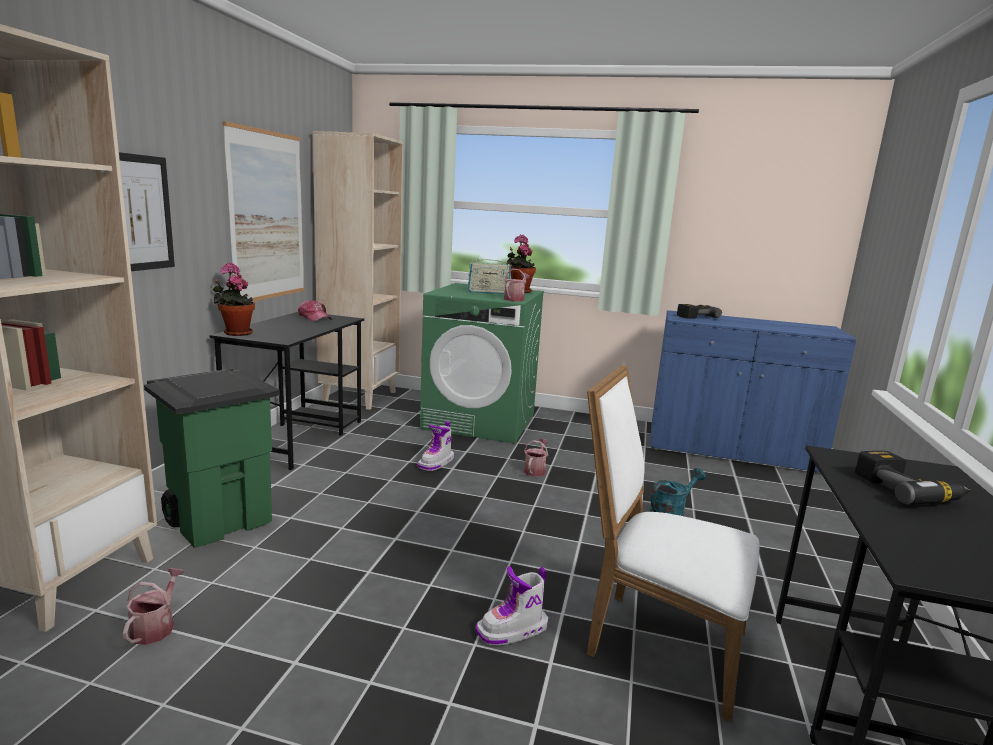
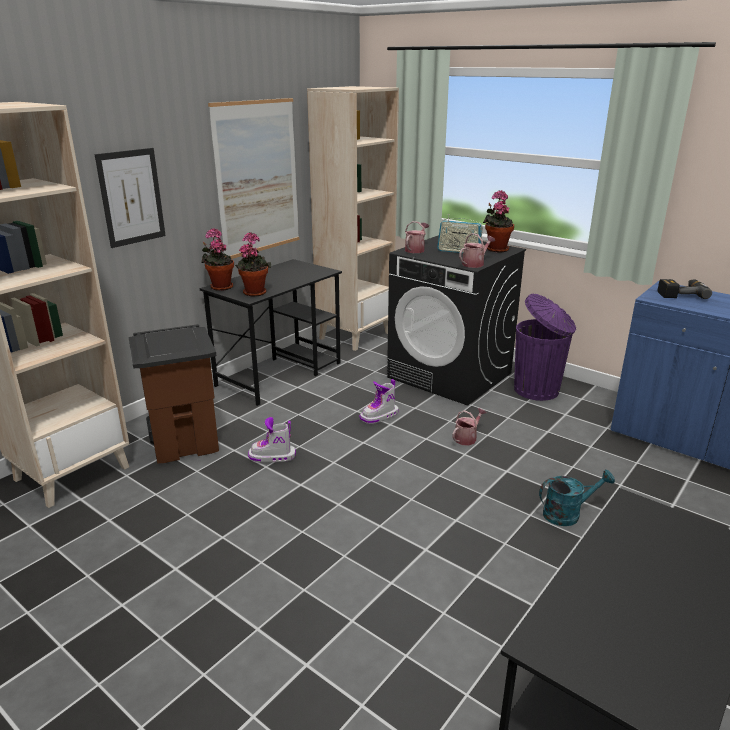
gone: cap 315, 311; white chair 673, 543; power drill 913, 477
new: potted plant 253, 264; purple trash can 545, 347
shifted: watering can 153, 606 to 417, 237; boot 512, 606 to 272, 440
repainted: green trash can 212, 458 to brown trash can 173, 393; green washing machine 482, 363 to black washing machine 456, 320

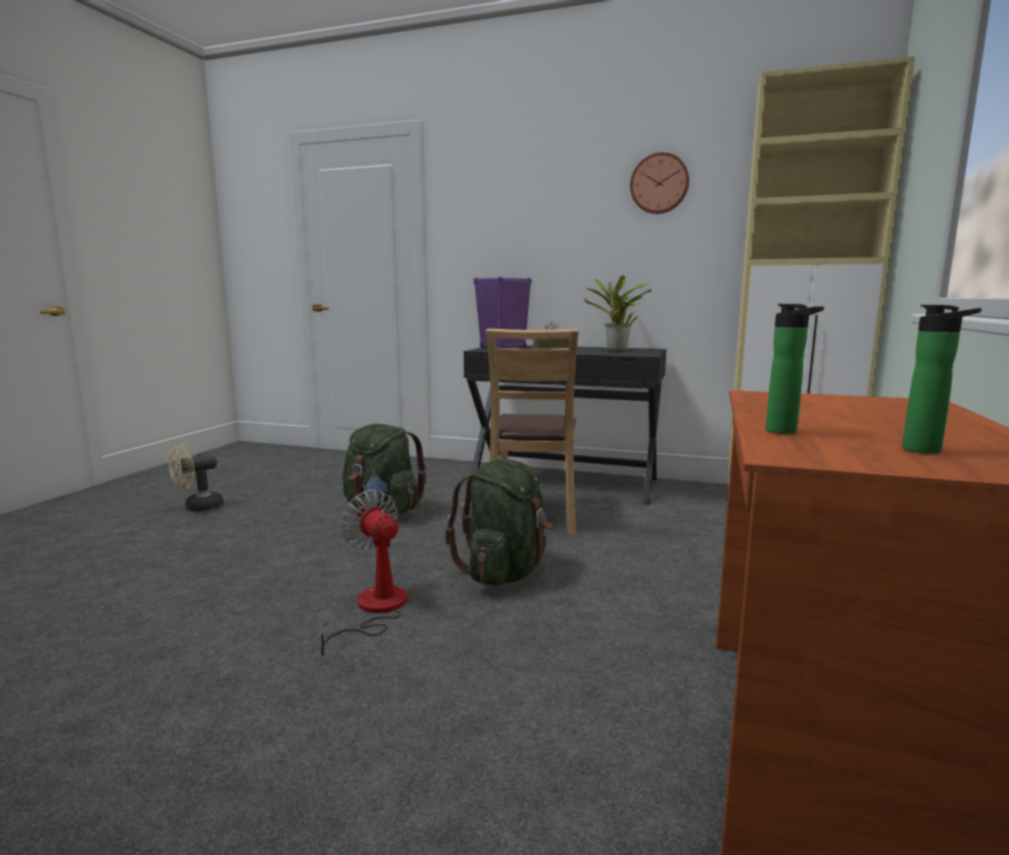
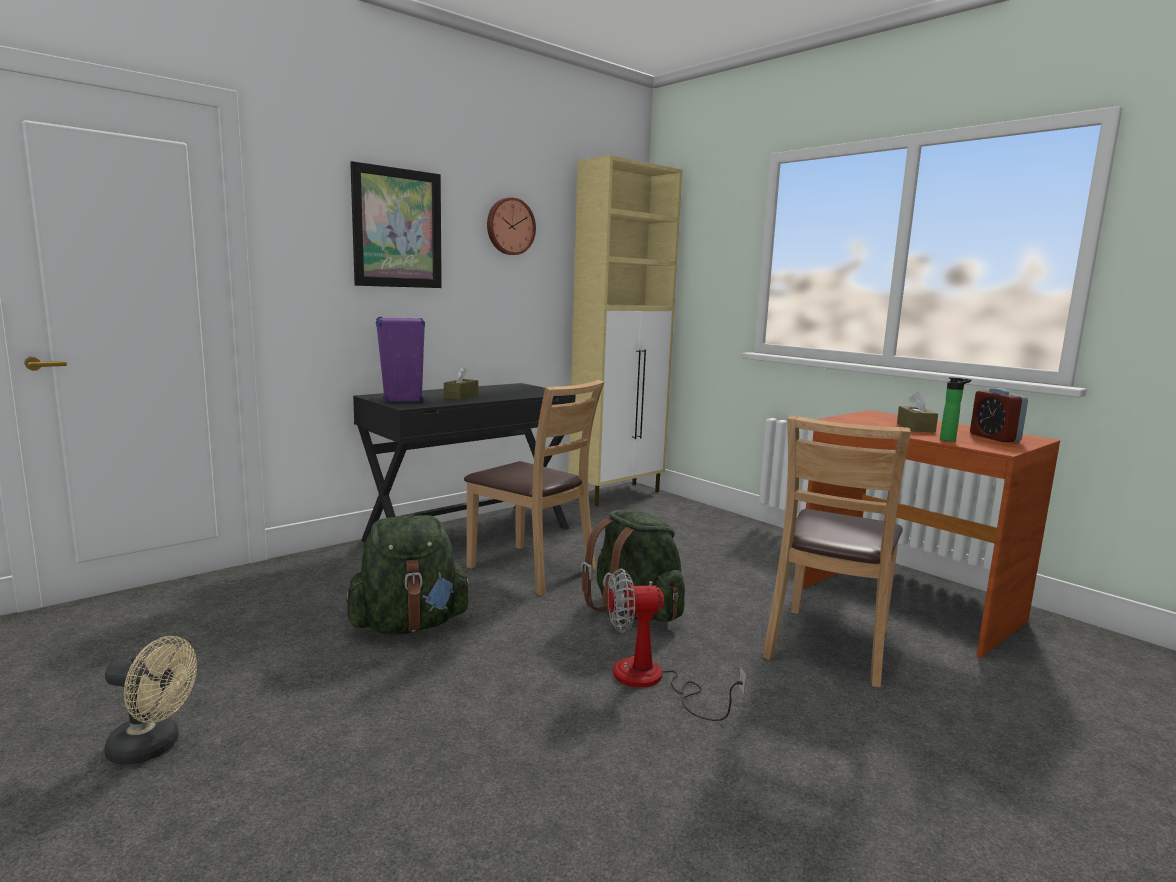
gone: potted plant 617, 313
new: picture 396, 224; brown chair 837, 551; brown tissue box 917, 412
swapped: bottle 942, 379 to alarm clock 999, 415
rotated: beige fan 196, 477 = 150, 700 75 degrees counterclockwise

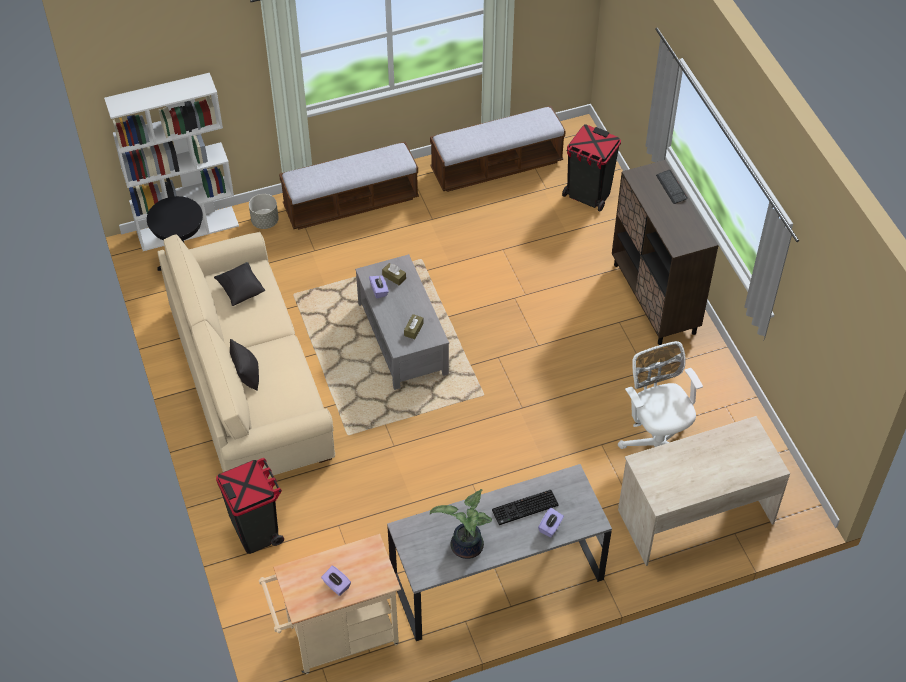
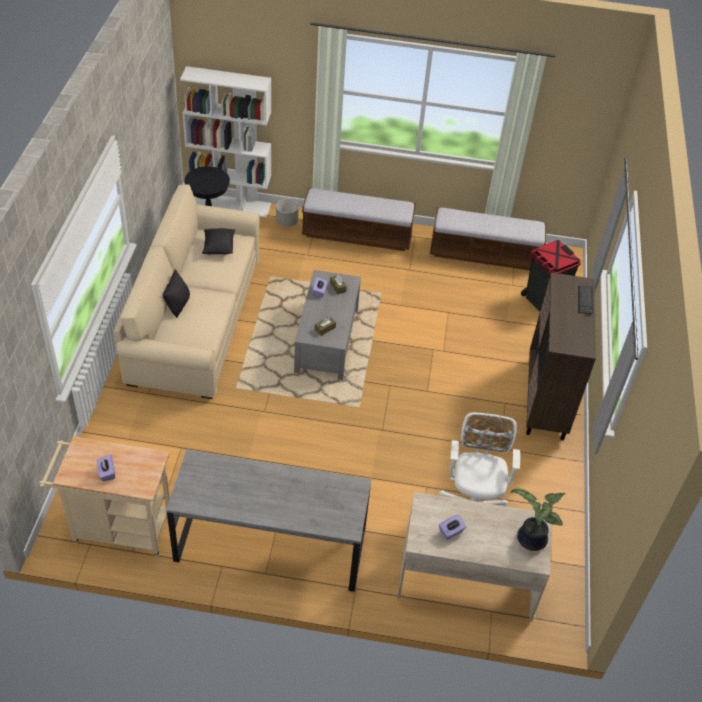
gone: black trash can 250, 506; keyboard 525, 507
shifted: potted plant 461, 524 to 537, 520; purple tissue box 551, 522 to 452, 527

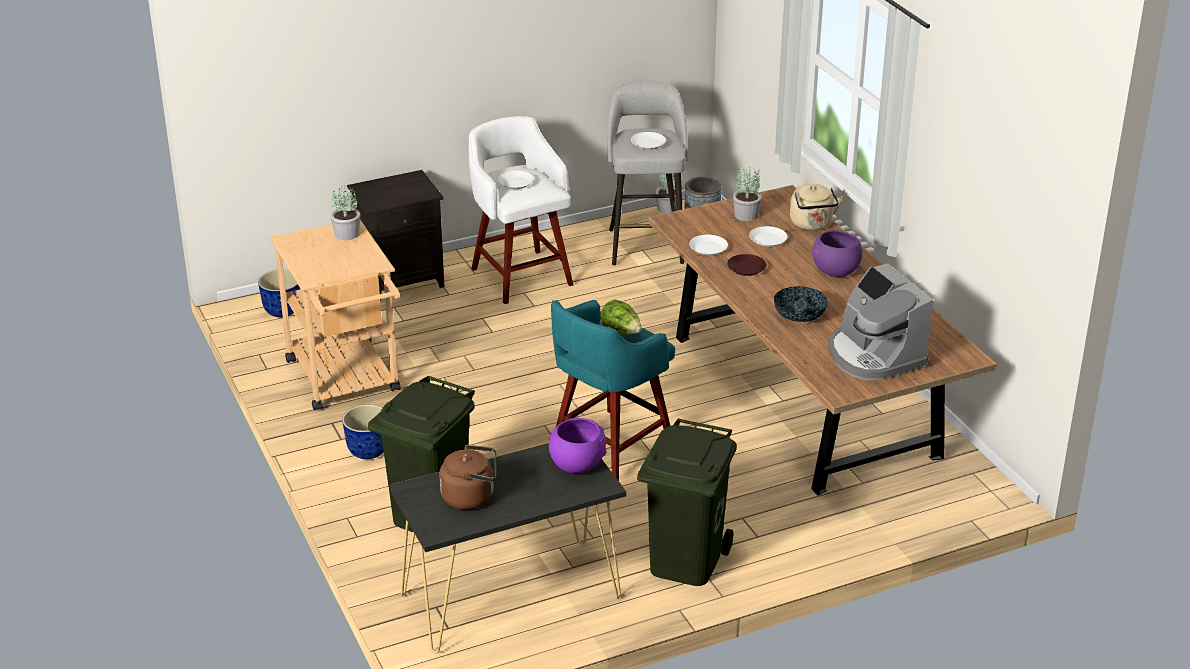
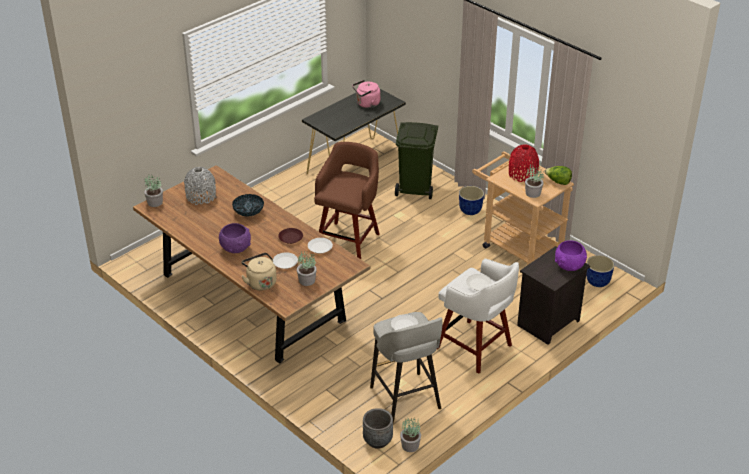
gone: green trash can 687, 502
new: potted plant 153, 190; red vase 524, 163
shifted: purple bowl 578, 445 to 571, 255; lettuce 621, 317 to 558, 175
swapped: coffee machine 880, 322 to grey vase 200, 186
repainted: brown kettle 468, 477 to pink kettle 366, 94; turquoise stool 613, 390 to brown stool 347, 200

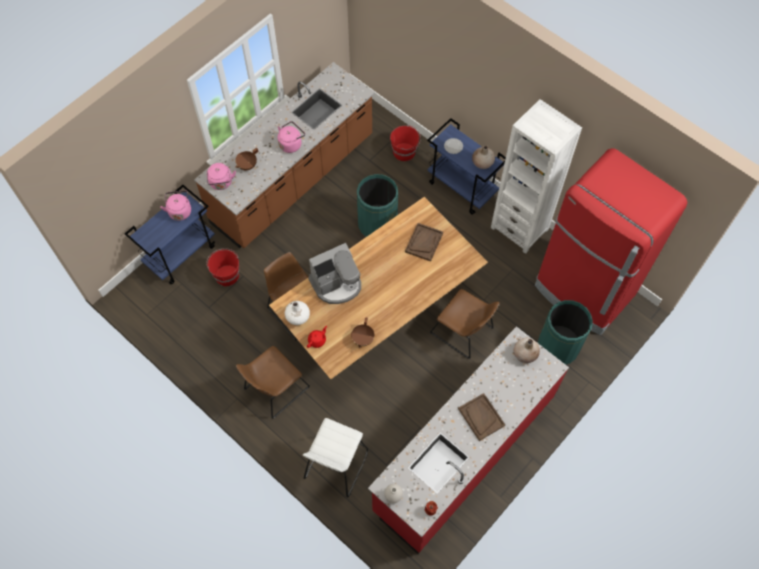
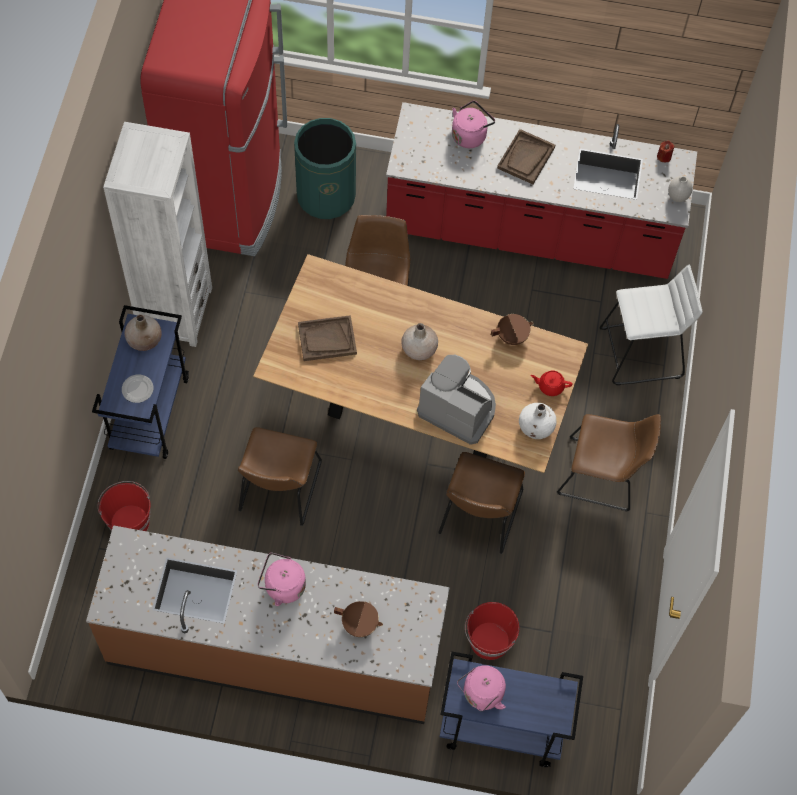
shifted: pink kettle 221, 176 to 473, 124; beige vase 527, 350 to 419, 341
swapped: green trash can 377, 205 to brown chair 280, 476

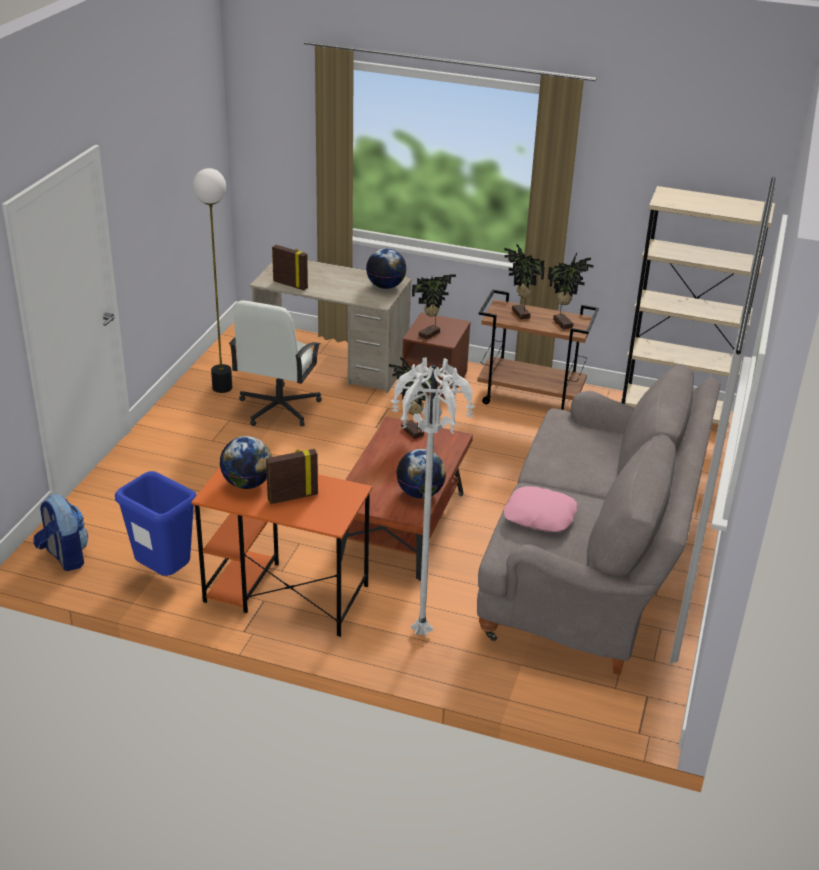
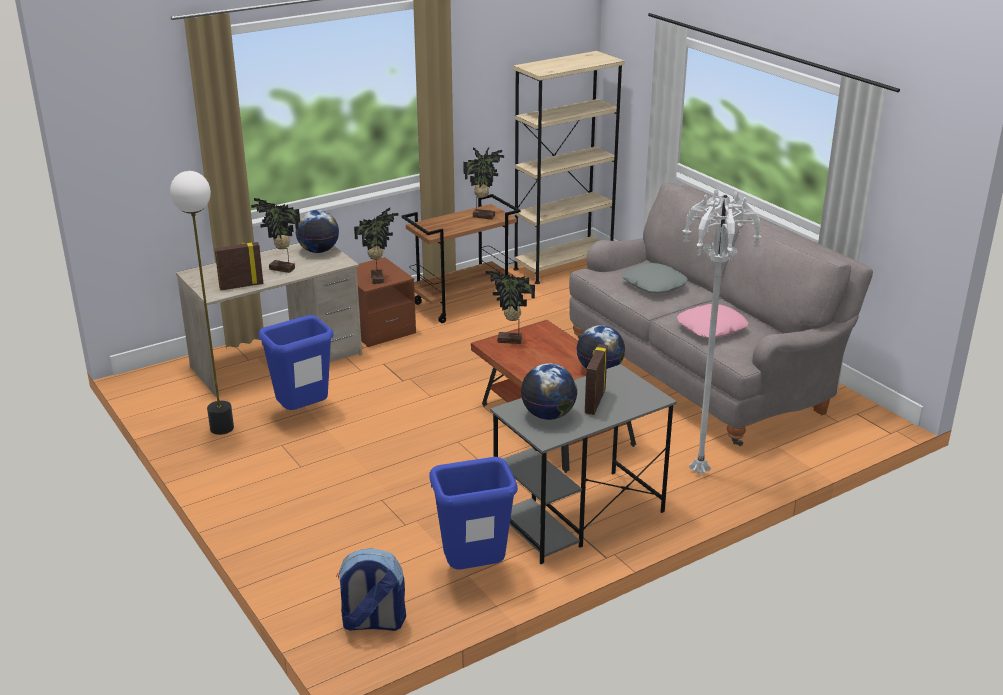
new: grey pillow 655, 278
shifted: potted plant 524, 282 to 275, 235
swapped: white office chair 275, 364 to blue trash can 296, 362
repainted: orange desk 282, 552 to grey desk 583, 464

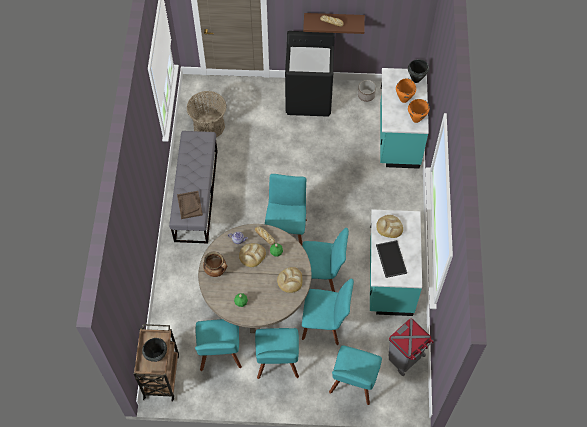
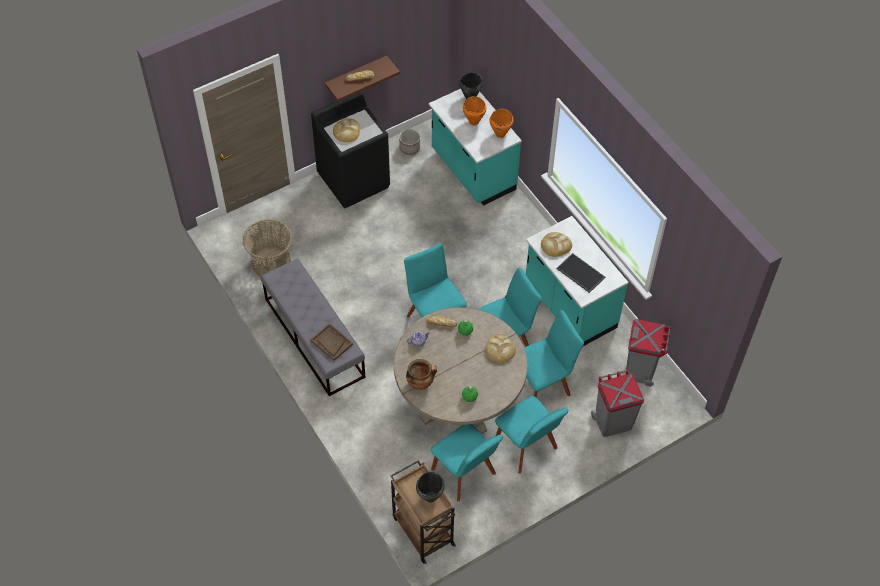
shifted: bread 252, 255 to 346, 130
swapped: turquoise chair 355, 375 to grey trash can 617, 403

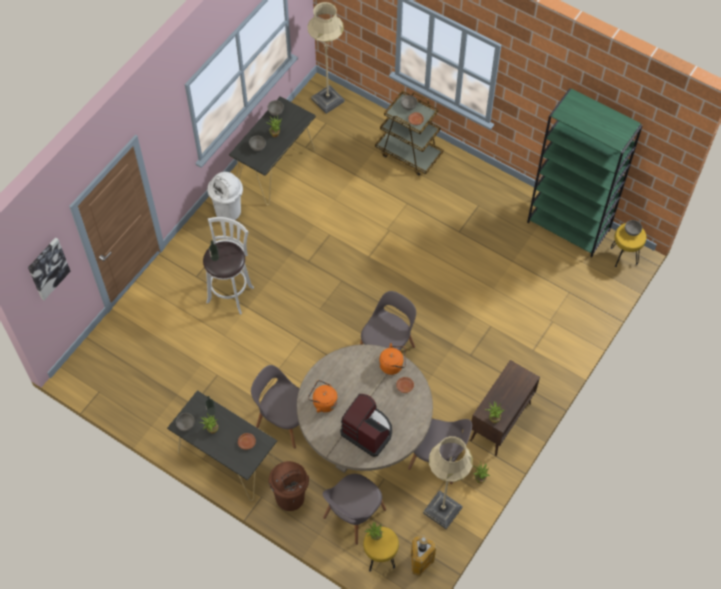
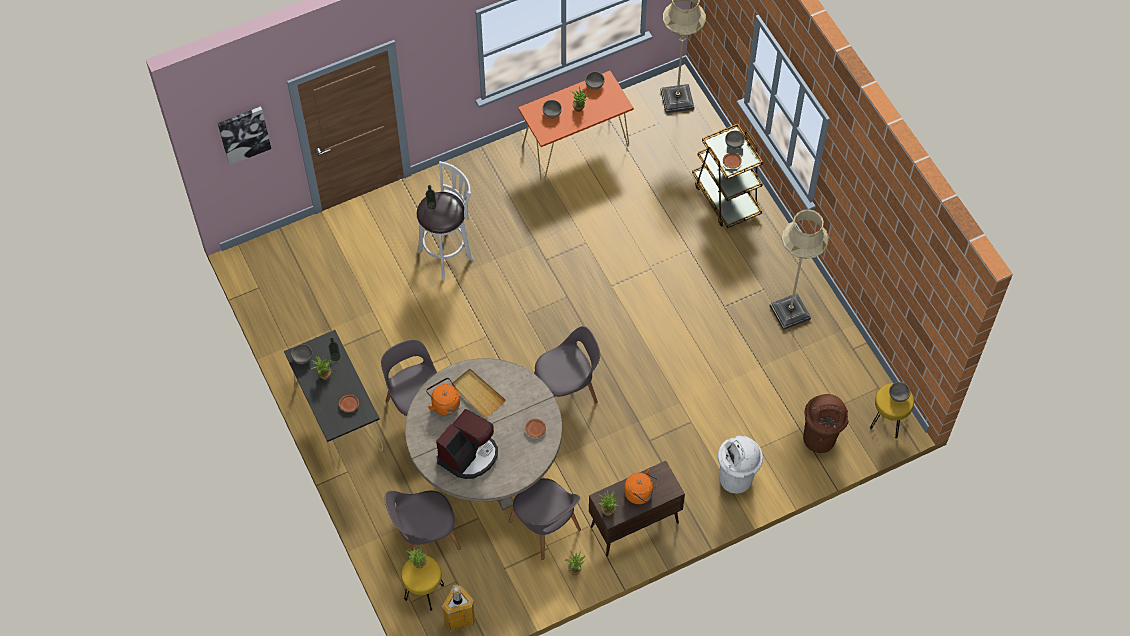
gone: green bookcase 585, 172
new: beige tray 479, 393
shifted: white trash can 225, 196 to 740, 465; brown trash can 289, 486 to 826, 423; orange kettle 392, 359 to 641, 486; beige floor lamp 448, 482 to 799, 269
repainted: black console table 272, 150 to orange console table 576, 126
rotated: coffee machine 366, 425 = 467, 444 60 degrees clockwise

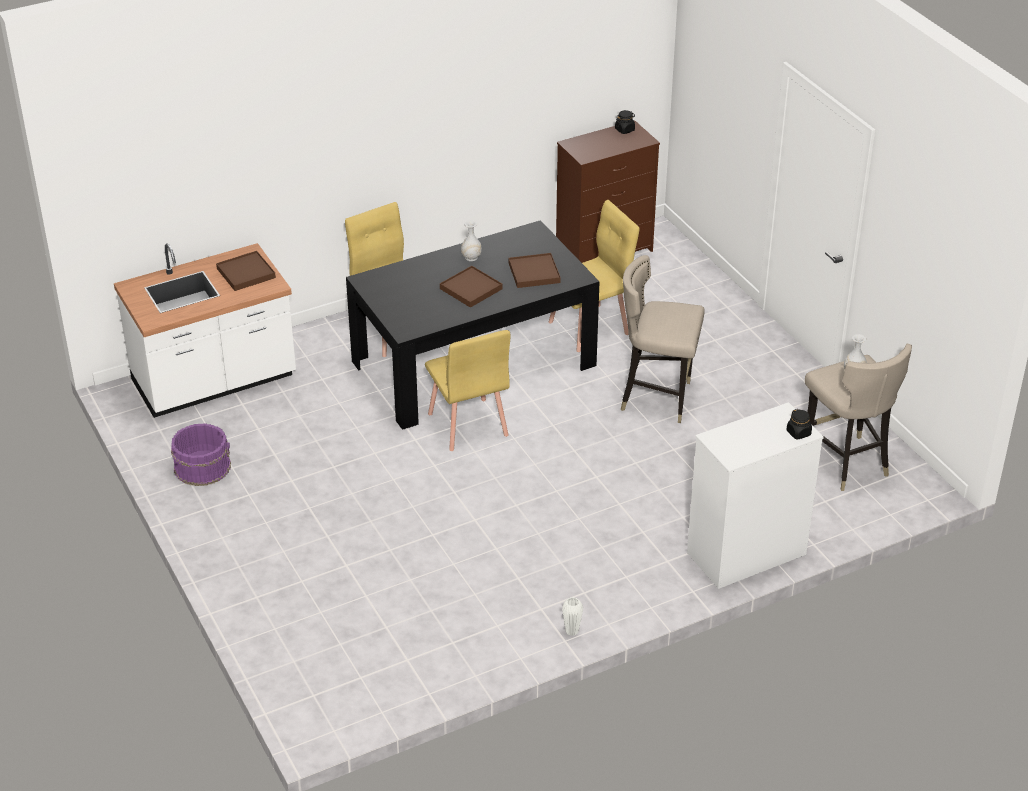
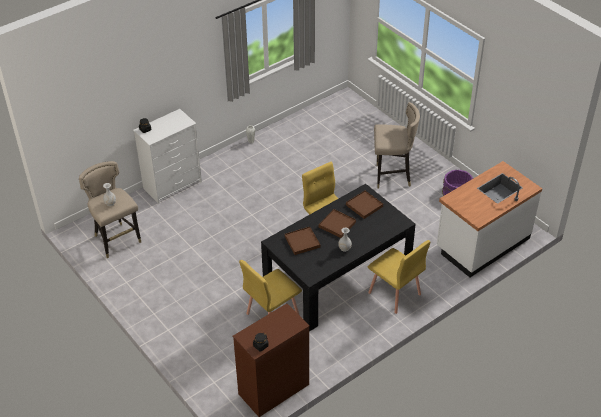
shifted: brown tray 246, 271 to 364, 205; beige stool 663, 339 to 397, 145

